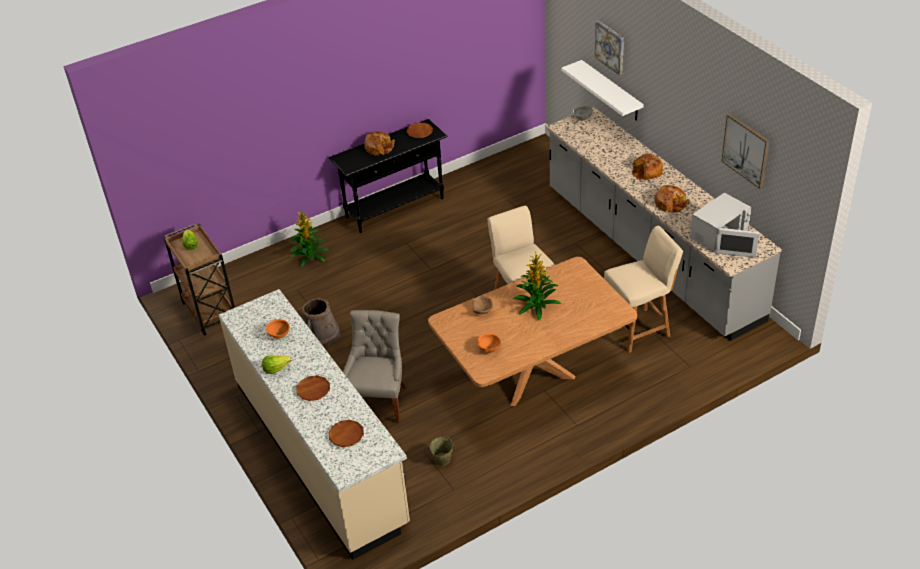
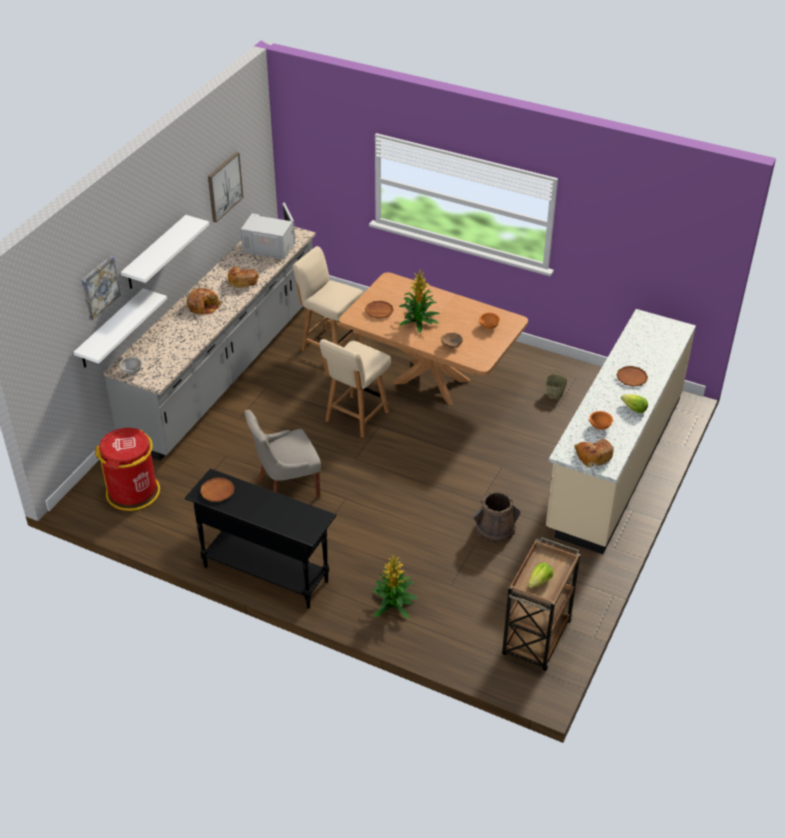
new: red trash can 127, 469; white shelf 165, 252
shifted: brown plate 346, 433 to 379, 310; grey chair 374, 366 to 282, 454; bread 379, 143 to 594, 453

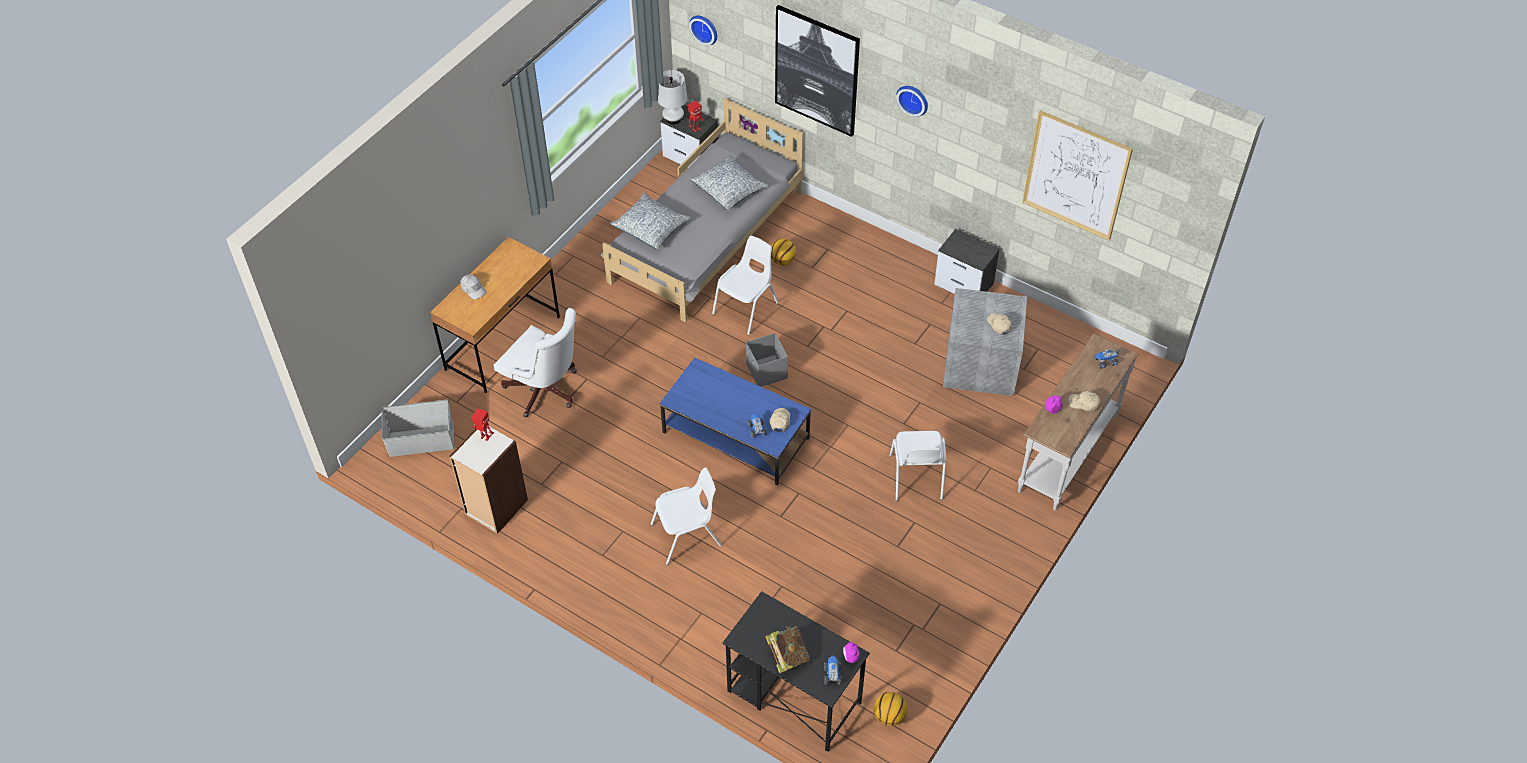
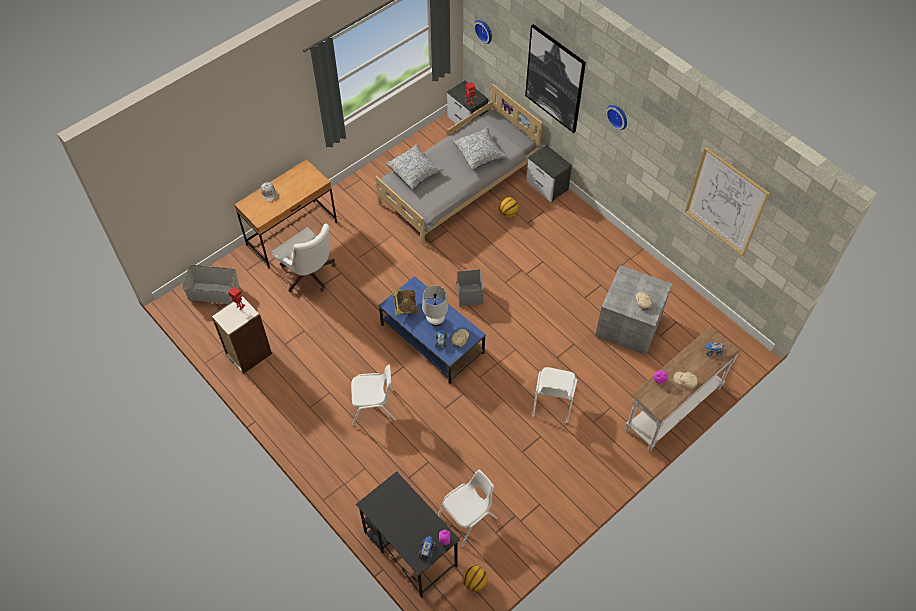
shifted: white table lamp 672, 97 to 435, 305; white chair 745, 285 to 467, 508; book 787, 649 to 405, 302; nightstand 967, 261 to 549, 173

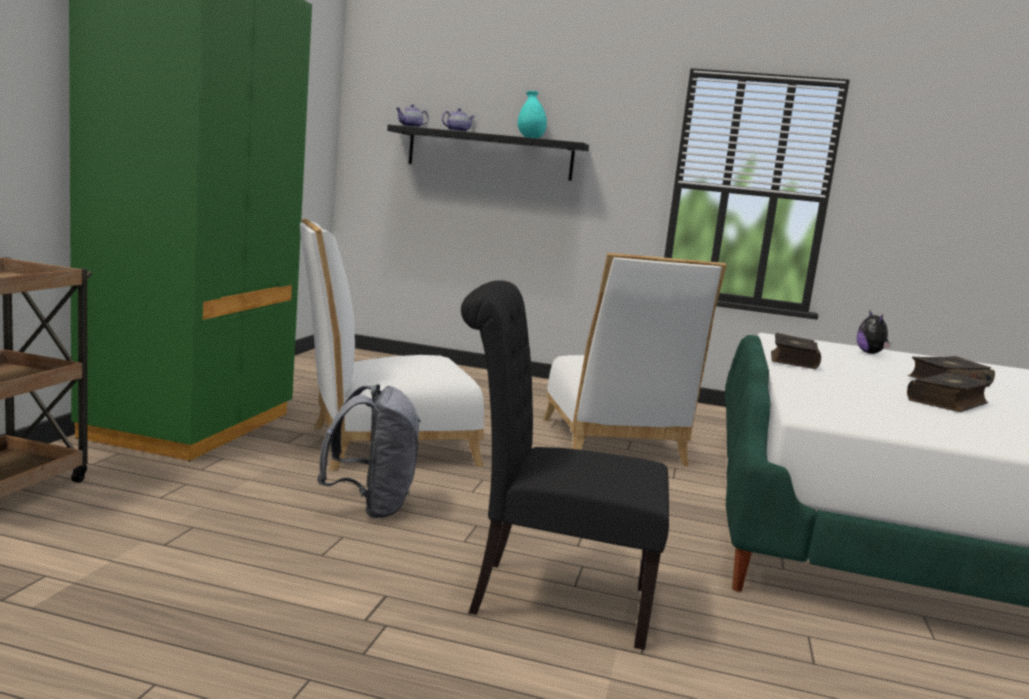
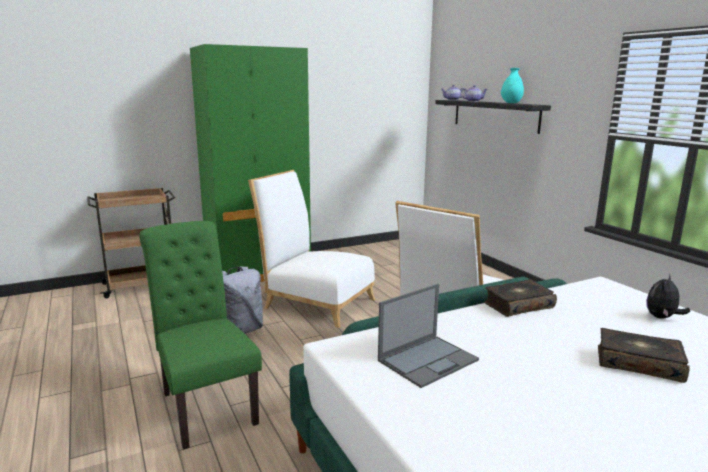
gone: book 949, 392
new: laptop 428, 336
repainted: black chair 565, 465 to green chair 200, 335

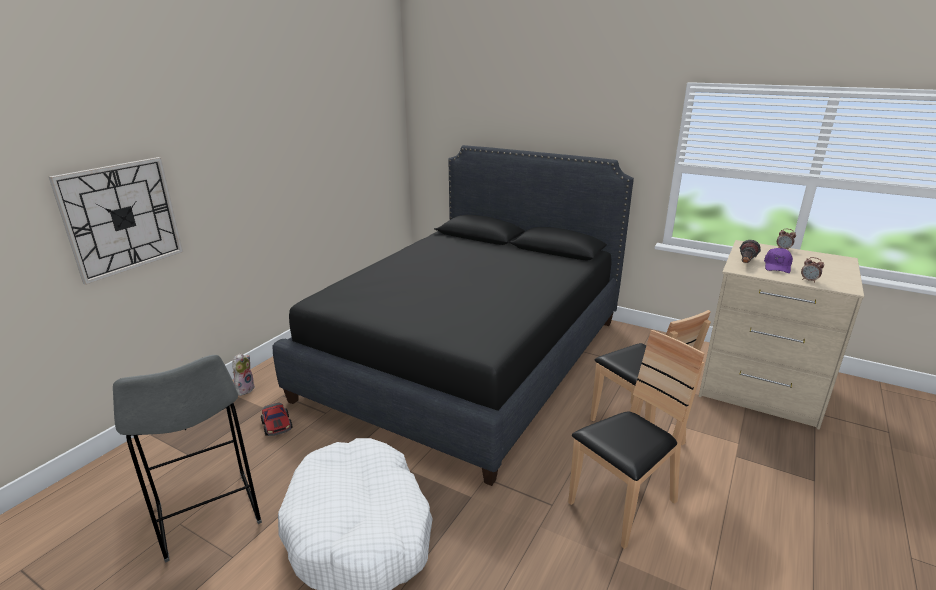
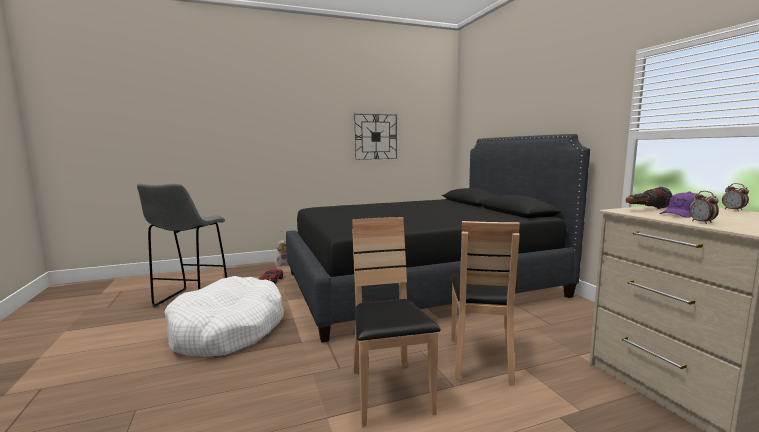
shifted: wall clock 116, 221 to 375, 137
rotated: brown chair 636, 439 = 396, 322 105 degrees counterclockwise

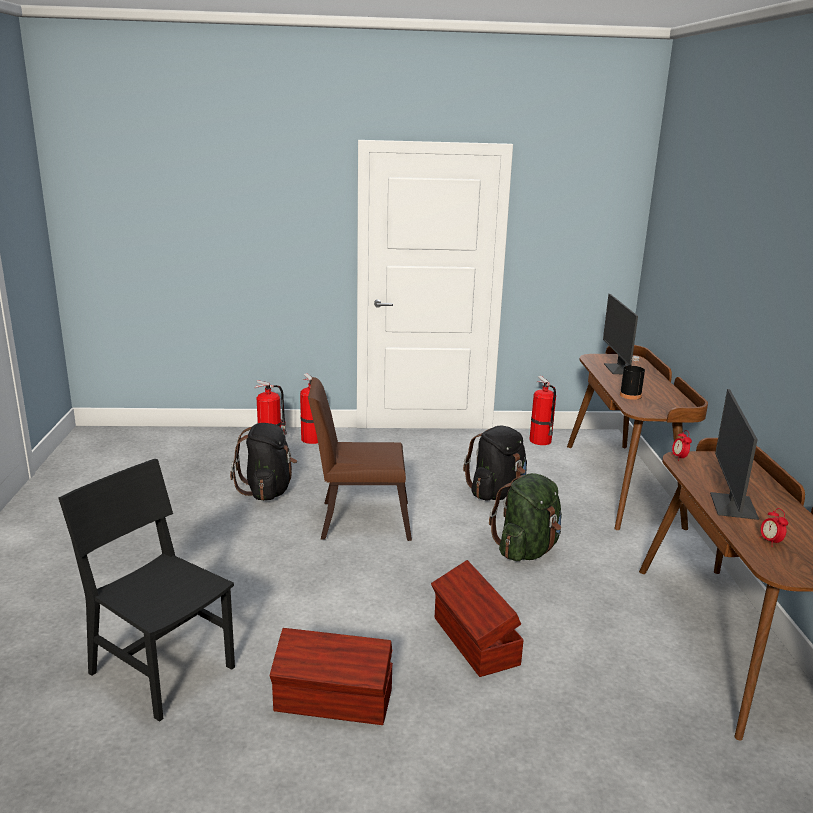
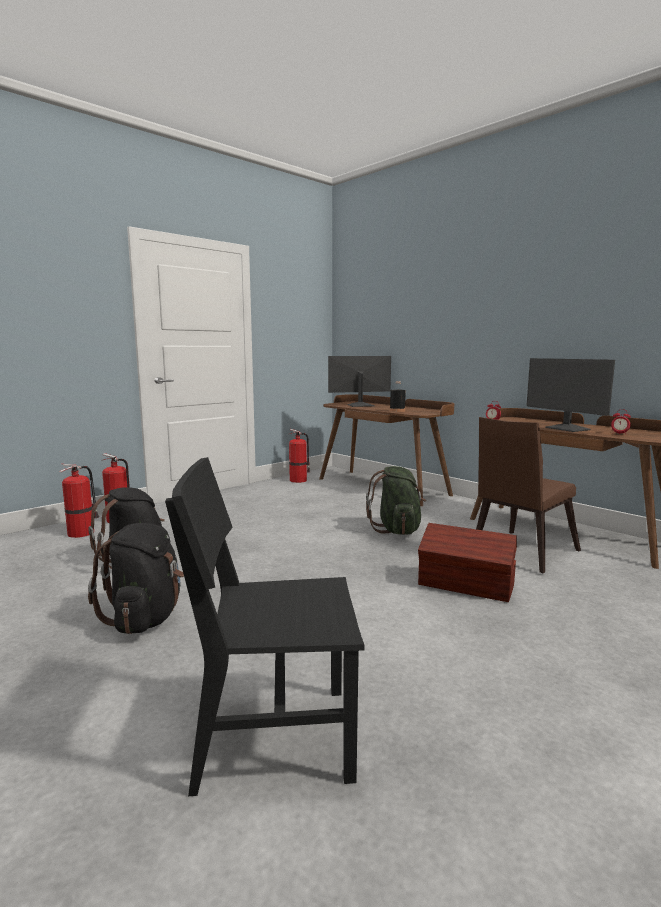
gone: brown storage box 331, 676
shifted: brown chair 360, 459 to 528, 495; black backpack 495, 463 to 136, 578
rotated: monitor 620, 334 = 359, 381 120 degrees clockwise

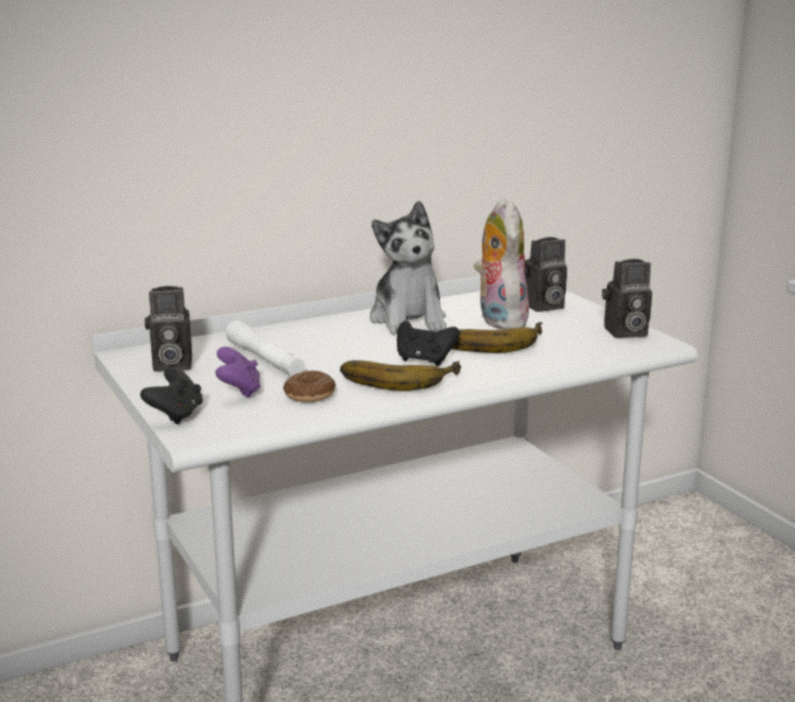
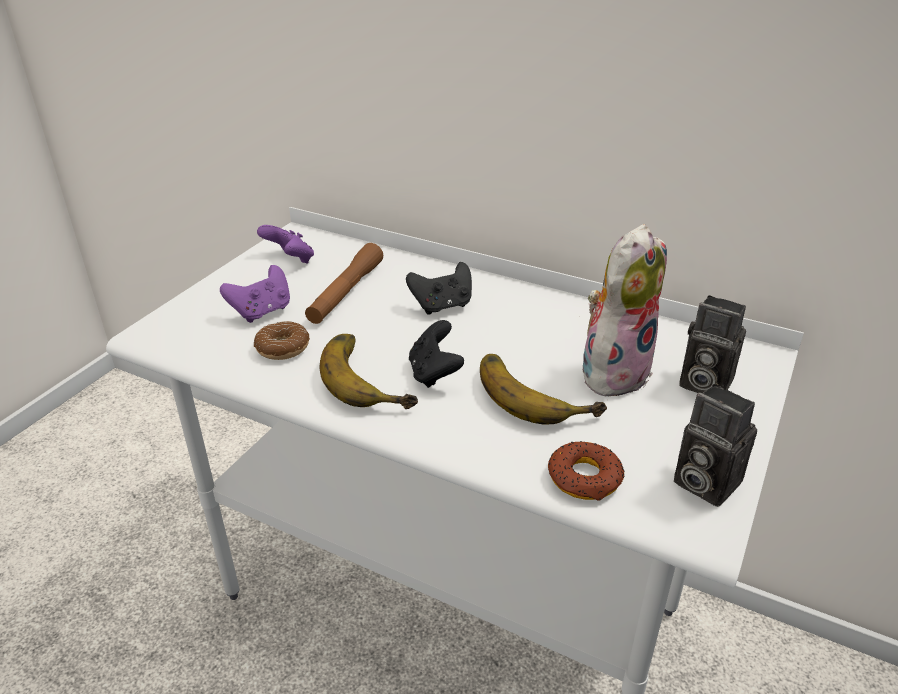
gone: plush toy 408, 268
new: donut 586, 471
shifted: black game controller 171, 395 to 439, 288
swapped: photo camera 168, 329 to purple game controller 285, 244
repainted: white flashlight 265, 348 to brown flashlight 344, 283

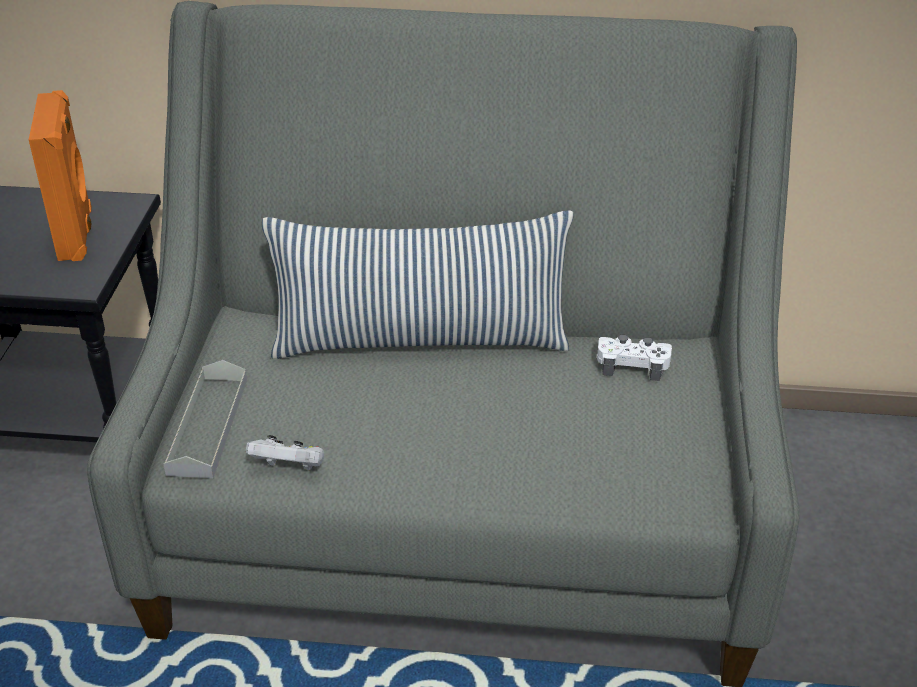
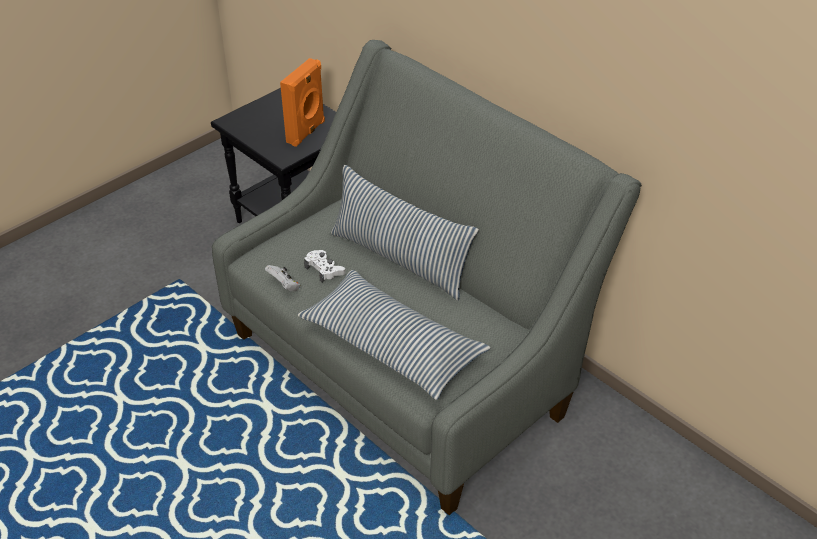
gone: grey tray 205, 419
new: pillow 394, 335
shifted: white game controller 634, 358 to 325, 266

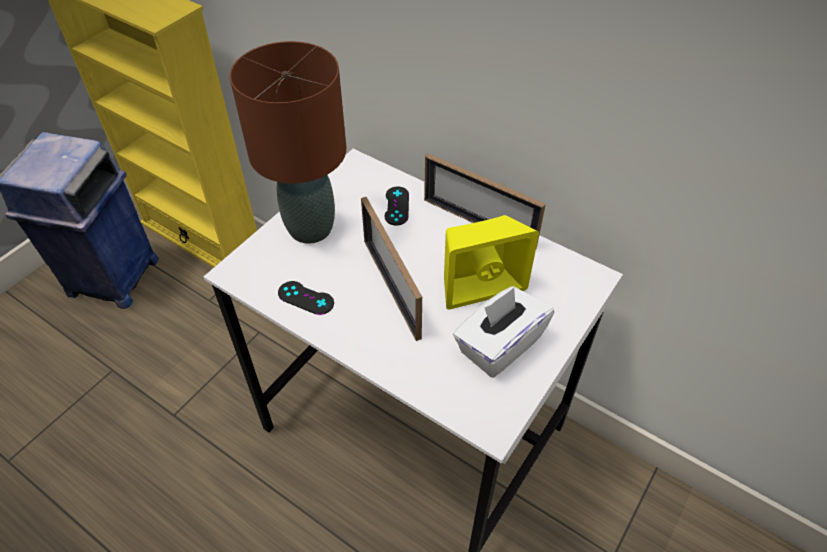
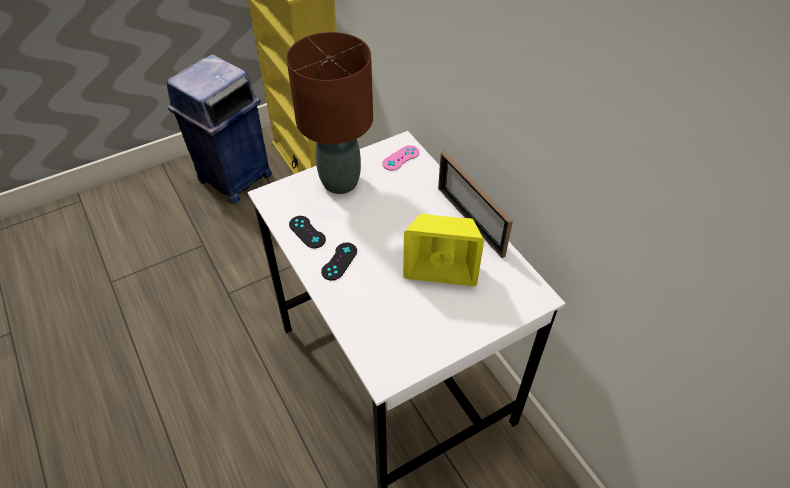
gone: picture frame 391, 269; white tissue box 503, 332
new: pink game controller 400, 158
shifted: black game controller 396, 206 to 339, 262

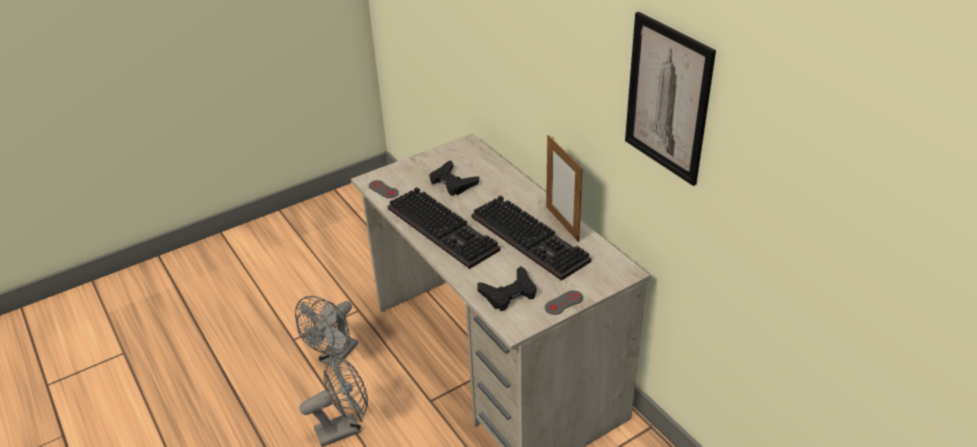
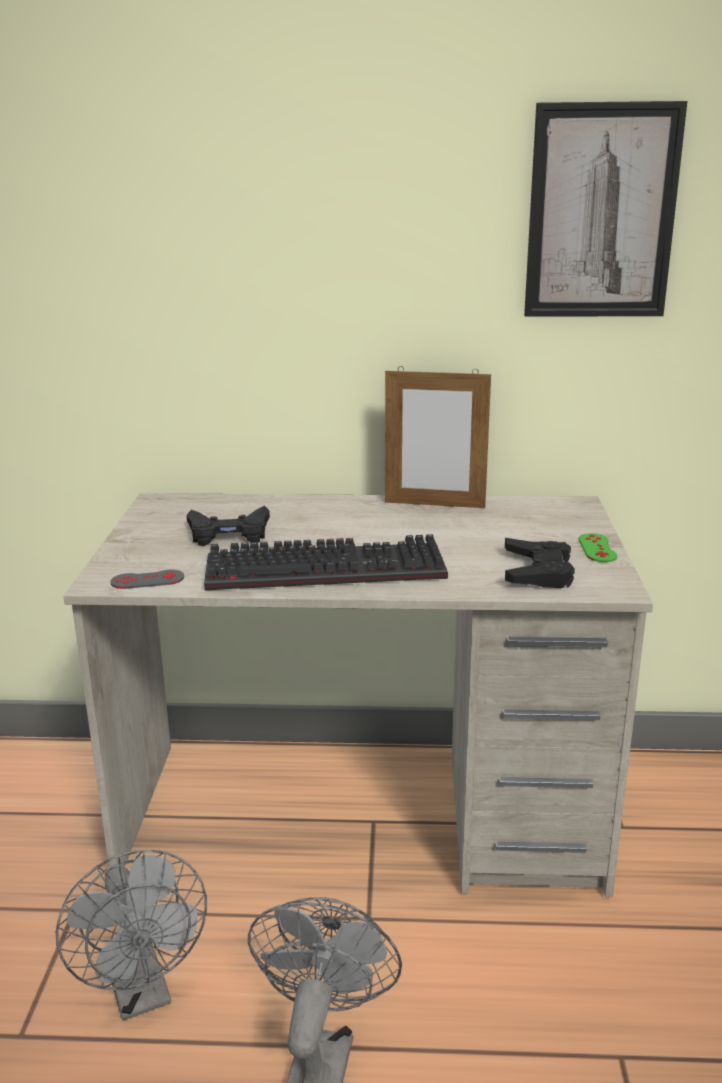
gone: keyboard 531, 238
repainted: grey game controller 564, 302 to green game controller 598, 547

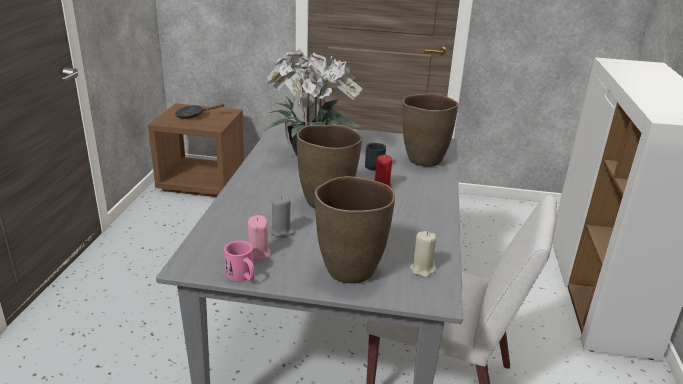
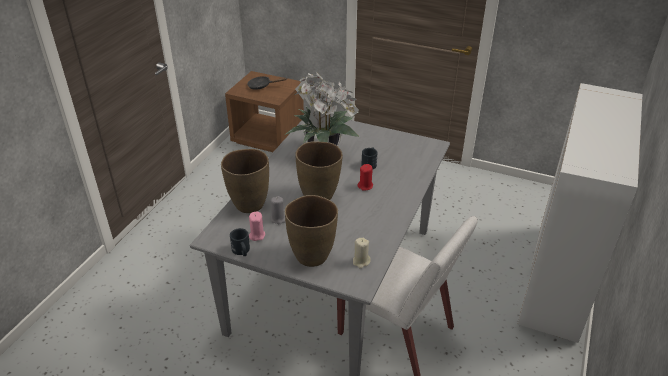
shifted: brown vase 430, 130 to 245, 181
repainted: pink mug 239, 260 to black mug 240, 242

